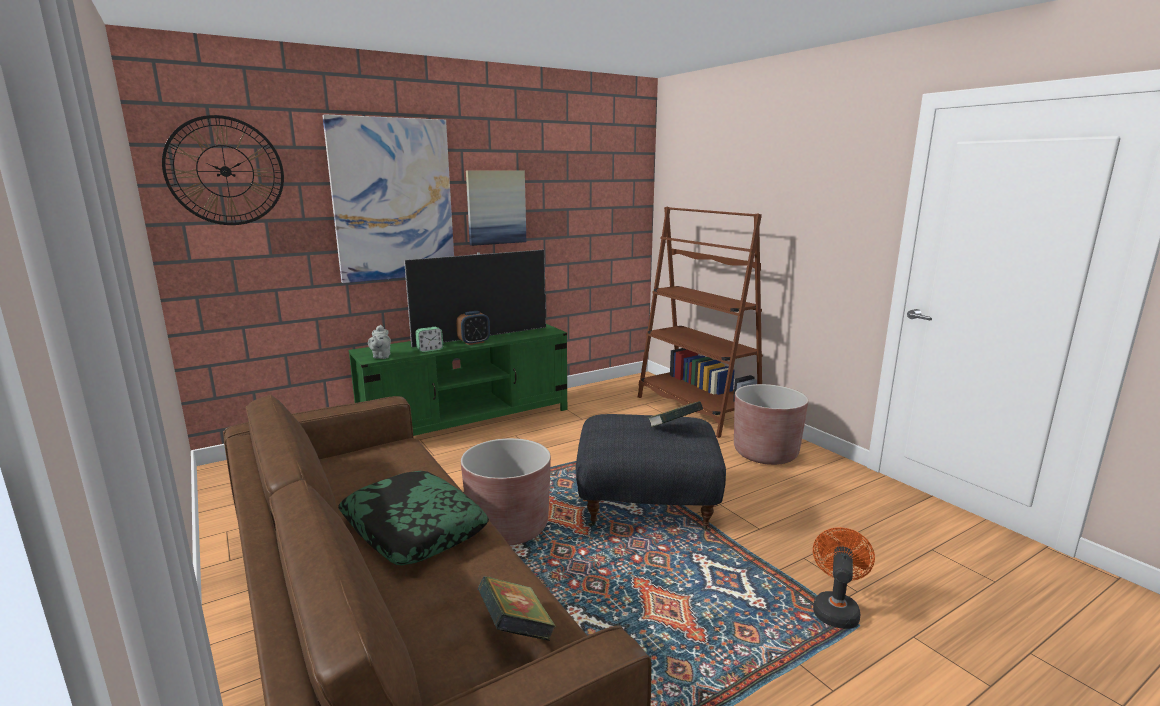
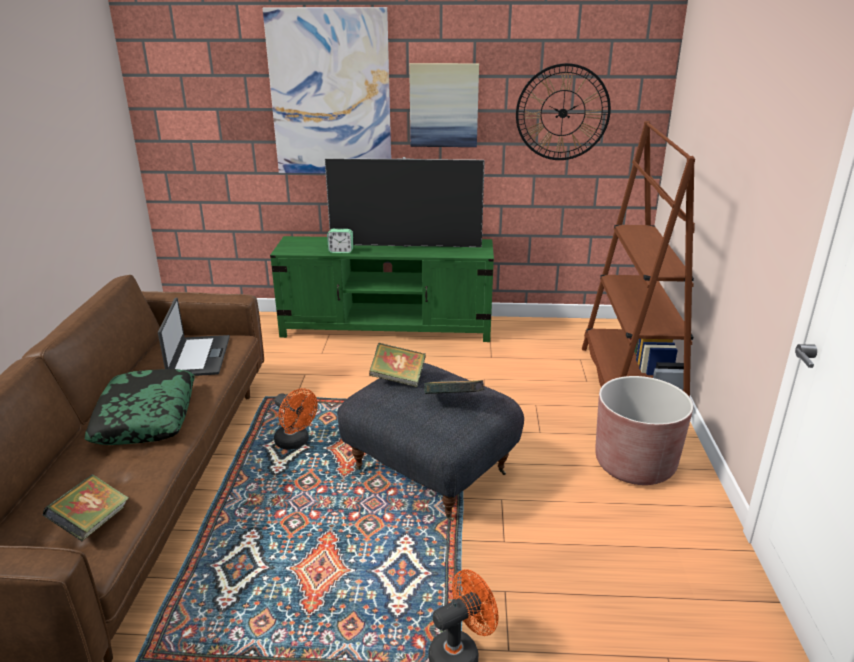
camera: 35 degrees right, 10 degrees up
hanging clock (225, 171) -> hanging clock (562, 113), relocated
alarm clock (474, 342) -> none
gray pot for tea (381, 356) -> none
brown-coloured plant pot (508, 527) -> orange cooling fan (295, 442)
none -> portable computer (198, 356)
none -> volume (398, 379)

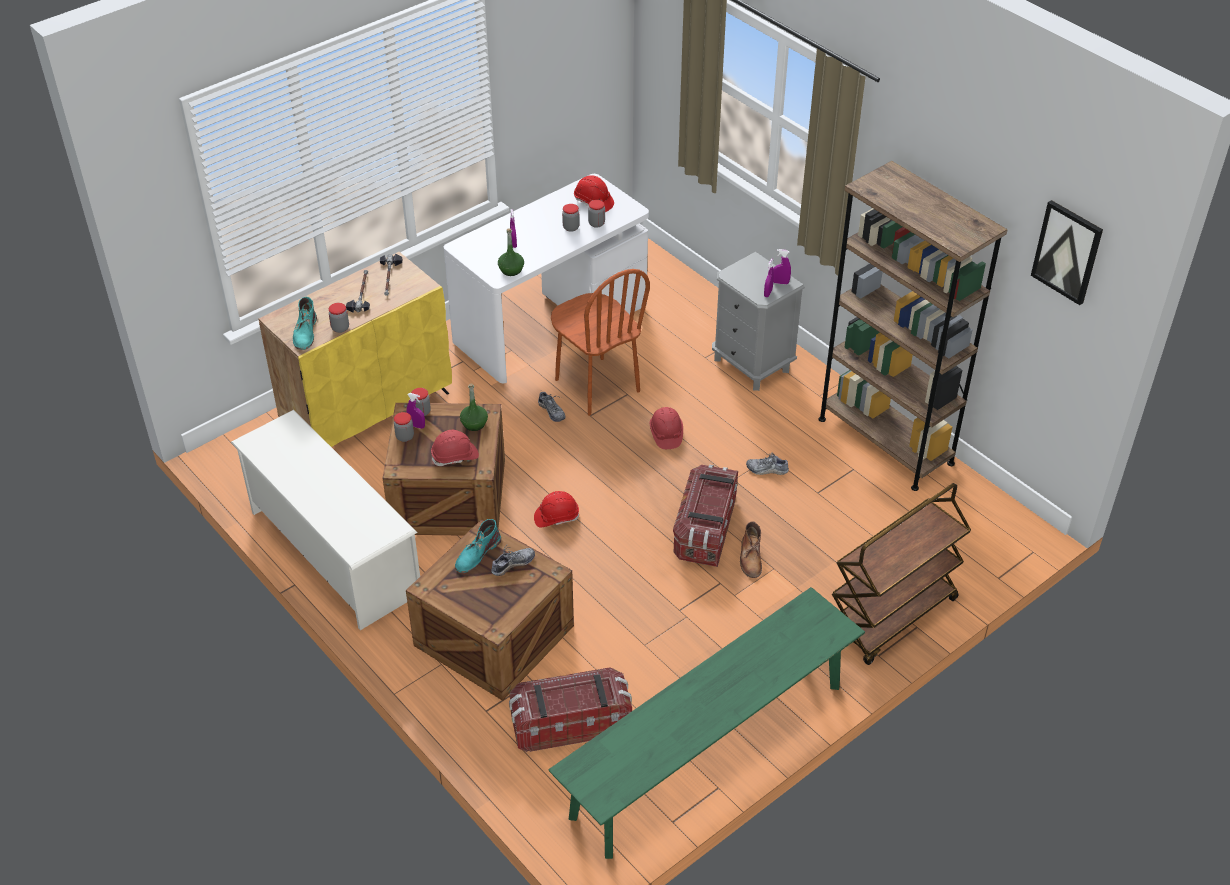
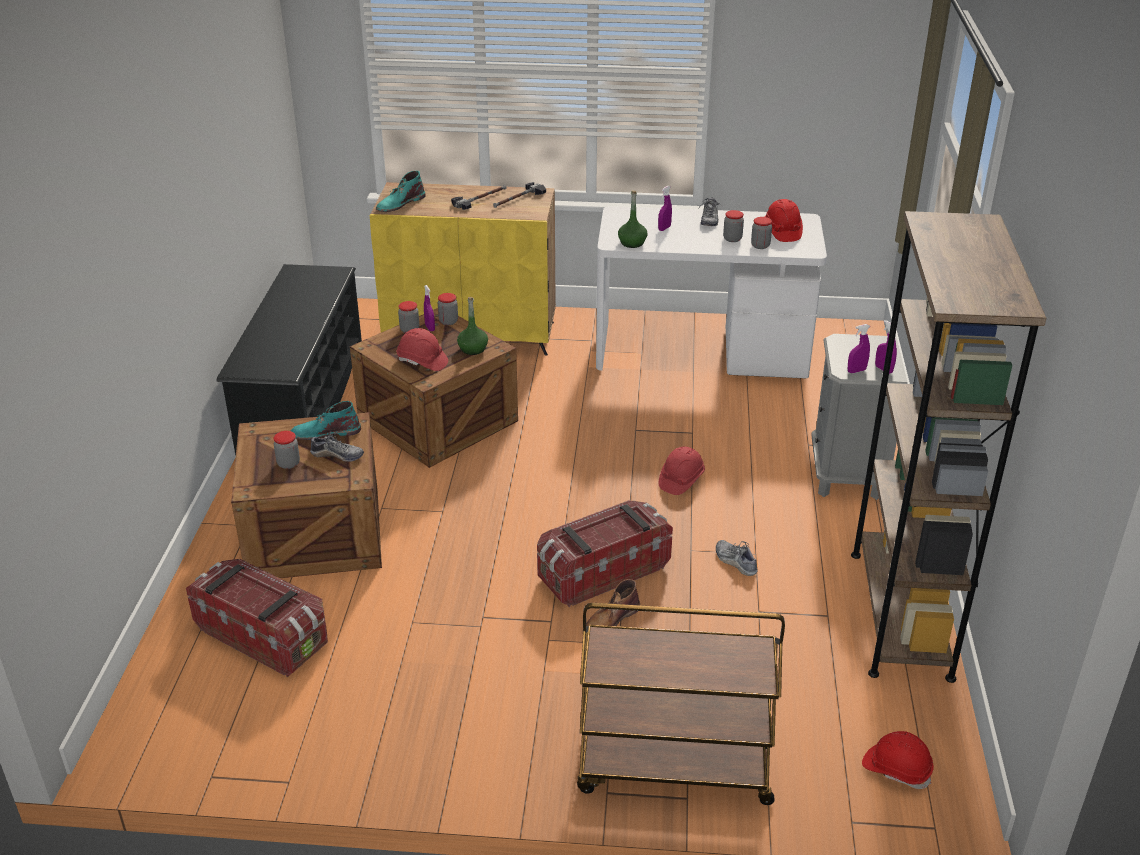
camera: 45 degrees right, 10 degrees down
wall picture (1067, 252) -> none
brown-coloured upright chair (596, 386) -> none
storage jar (340, 328) -> storage jar (288, 463), relocated
shoe (551, 411) -> shoe (709, 220), relocated
whitish shoe rack (333, 552) -> blackish shoe rack (303, 407)
reddish hard hat (556, 517) -> reddish hard hat (896, 769), relocated
green-coloured bench (709, 750) -> none

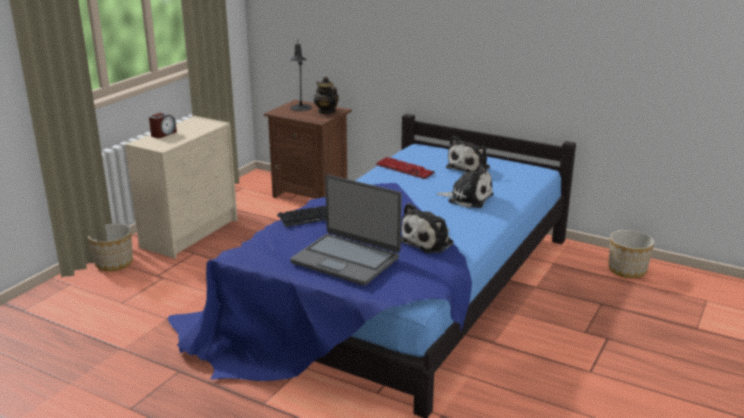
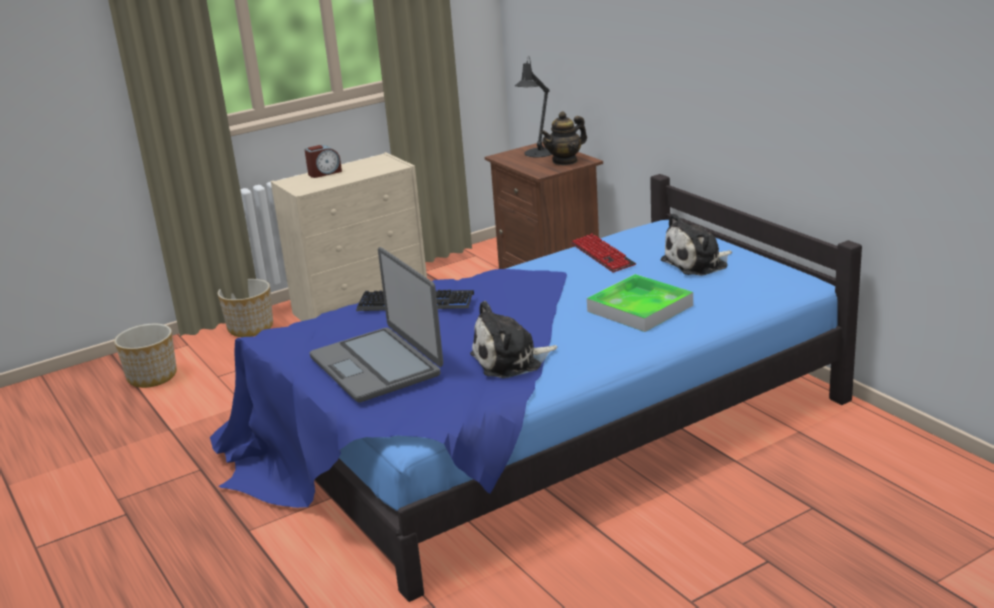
camera: 30 degrees right, 0 degrees up
pot for tea (326, 111) -> pot for tea (565, 161), 120 degrees counterclockwise
soft toy (467, 198) -> tray (640, 308)
plant pot (627, 270) -> plant pot (153, 377), relocated

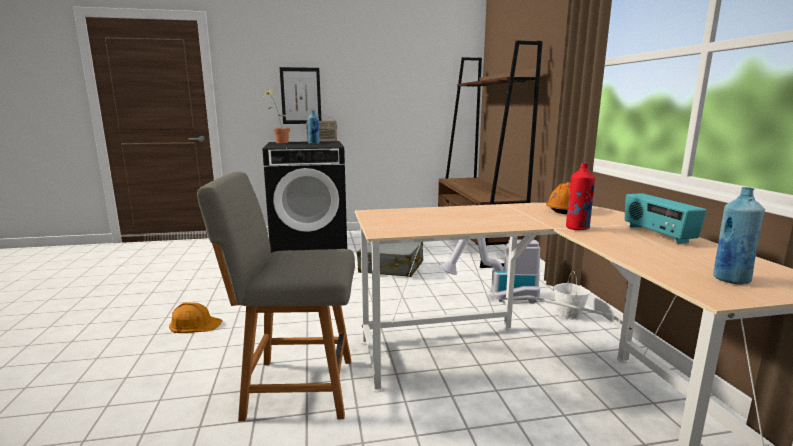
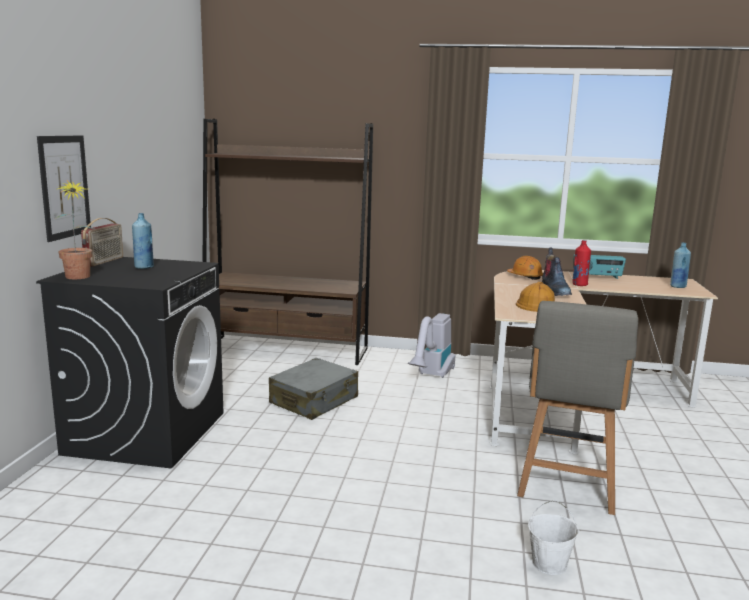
camera: 70 degrees left, 0 degrees up
whitish pail (569, 314) -> whitish pail (549, 564), relocated
orange hard hat (195, 324) -> orange hard hat (537, 305), relocated
none -> boot (554, 291)

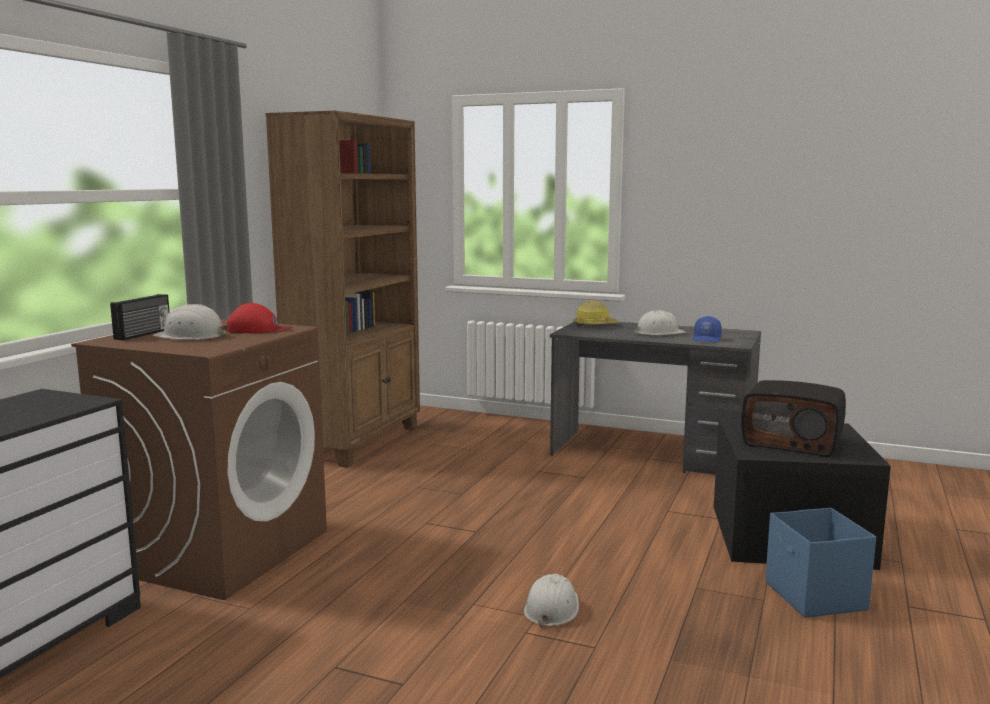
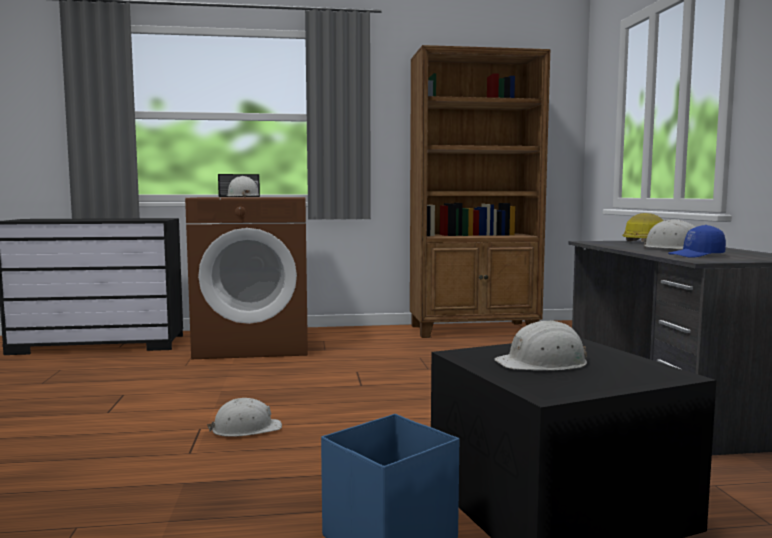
camera: 60 degrees right, 5 degrees down
reddish baseball cap (258, 329) -> none
radio (792, 443) -> whitish hard hat (543, 363)

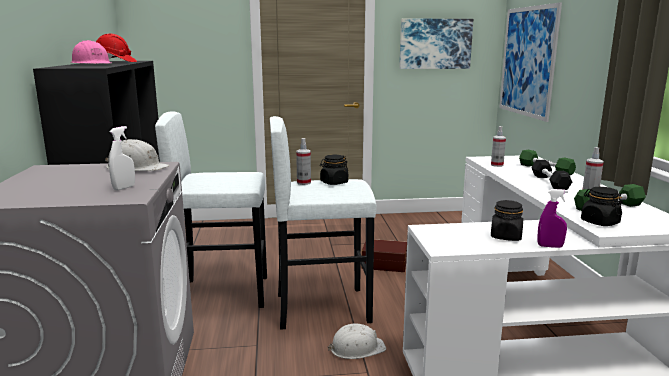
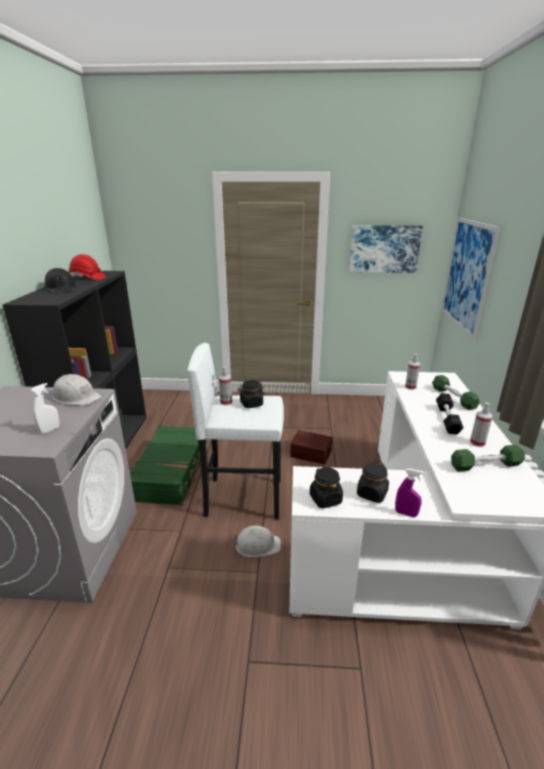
camera: 10 degrees right, 10 degrees up
pinkish hard hat (92, 64) -> blackish hard hat (61, 288)
whitish stool (224, 293) -> green-coloured suitcase (172, 472)
blackish storage jar (599, 222) -> blackish storage jar (325, 499), relocated

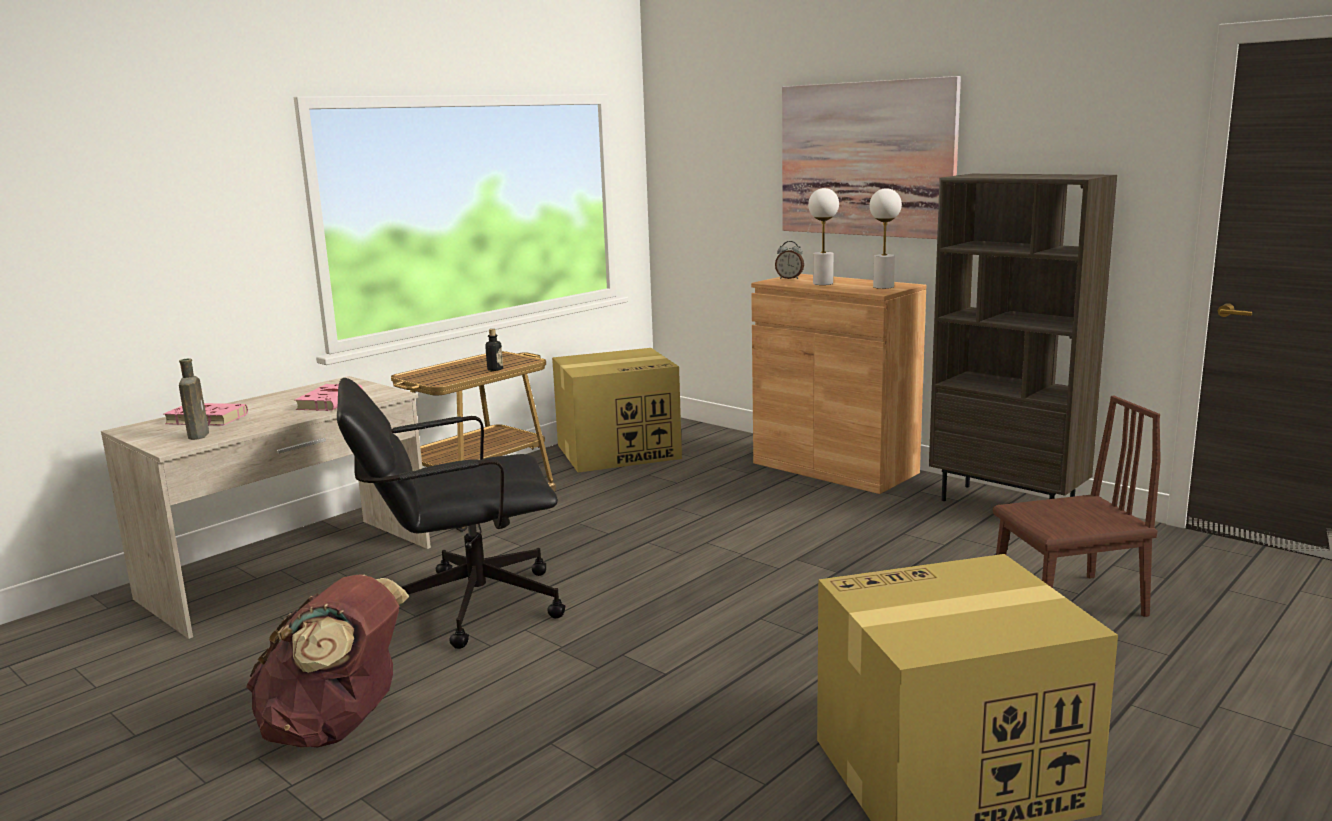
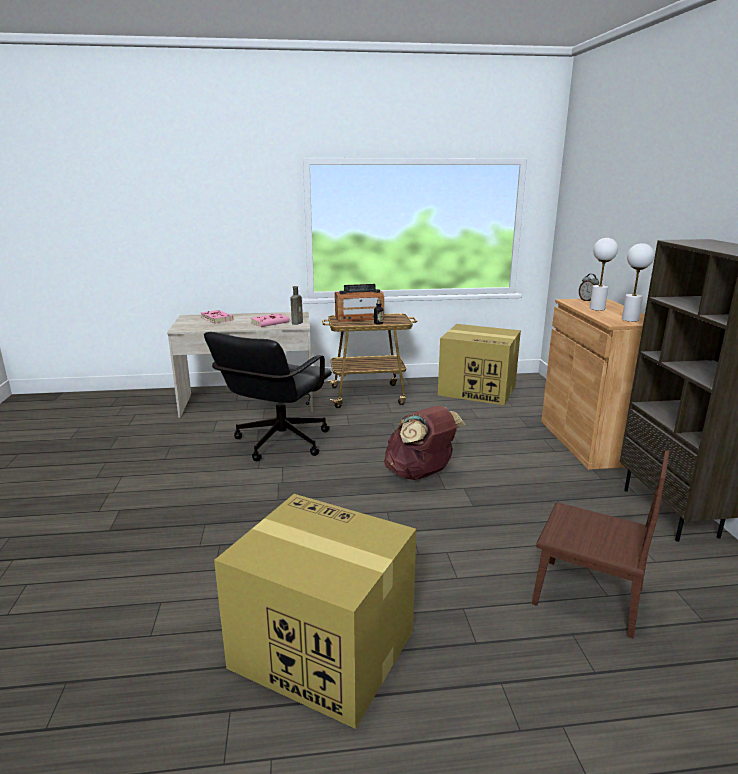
camera: 40 degrees right, 5 degrees up
wall picture (866, 159) -> none
brown-coloured drink bottle (198, 435) -> brown-coloured drink bottle (297, 322), relocated
blackish computer chair (460, 607) -> blackish computer chair (277, 445), 90 degrees counterclockwise
brown-coloured backpack (337, 728) -> brown-coloured backpack (420, 474), relocated
none -> radio (359, 317)

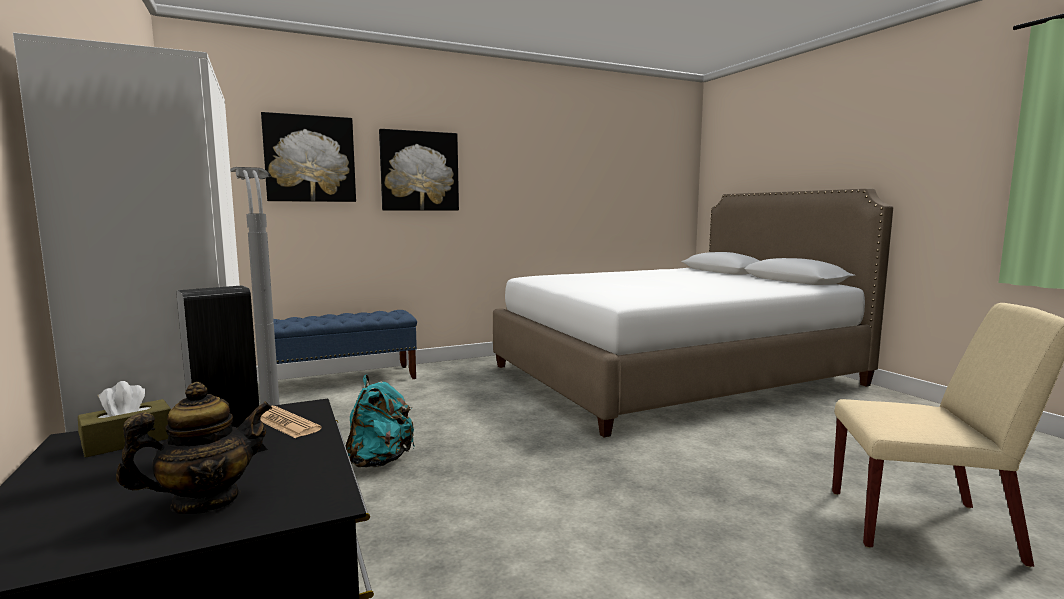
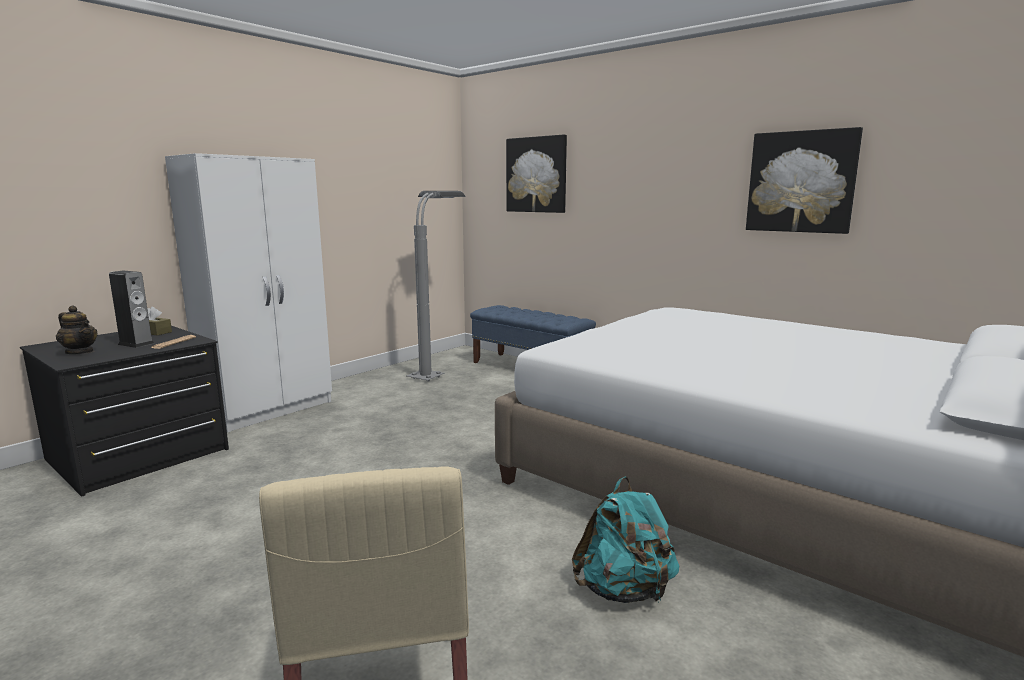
camera: 65 degrees right, 5 degrees up
wall picture (419, 171) -> wall picture (801, 182), relocated
blue-green backpack (379, 461) -> blue-green backpack (624, 591), relocated

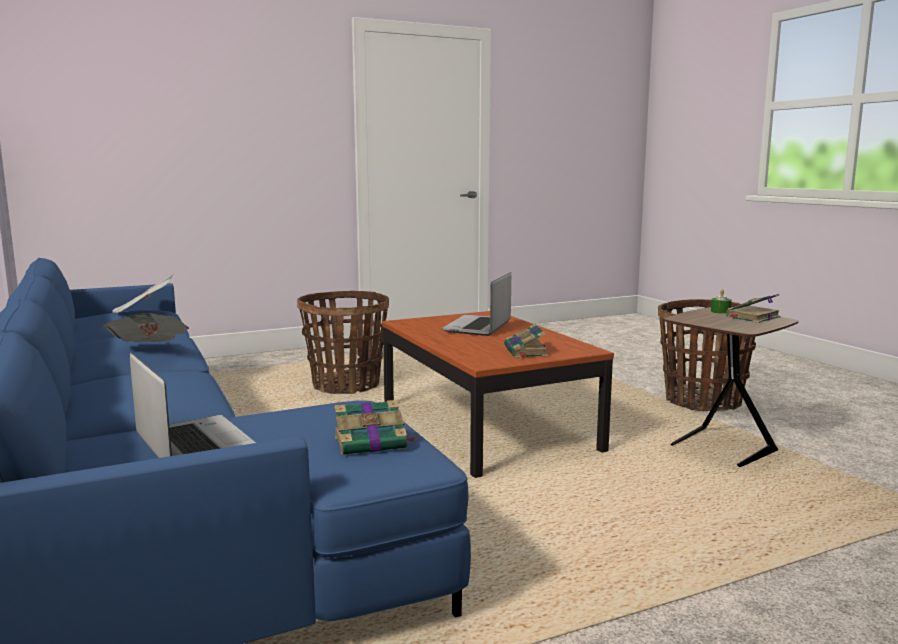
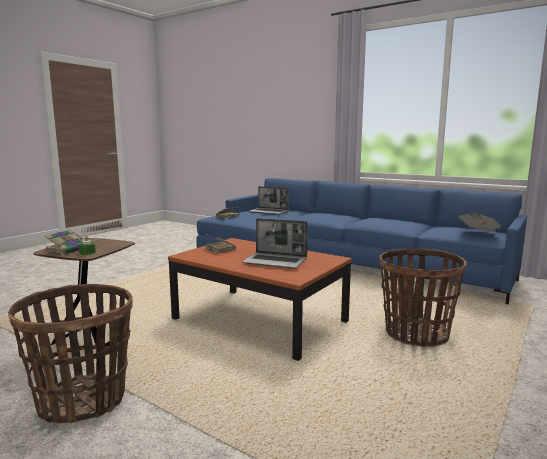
camera: 150 degrees right, 0 degrees up
portable computer (478, 327) -> portable computer (276, 262), 120 degrees clockwise
newspaper (150, 350) -> none

